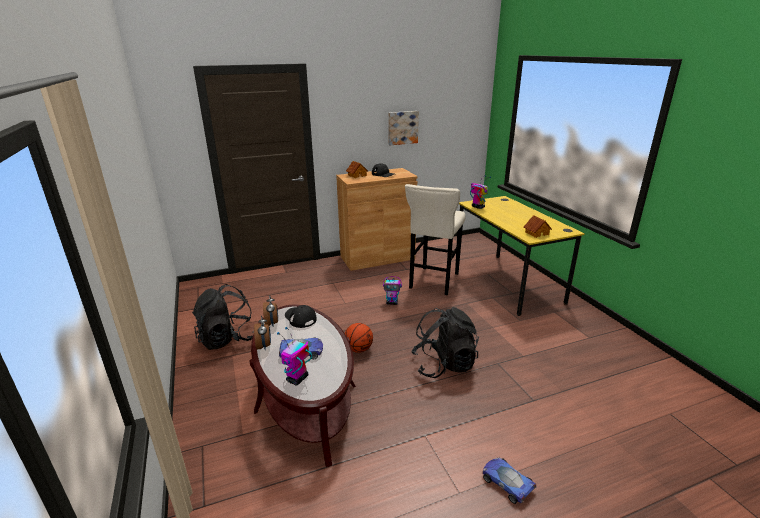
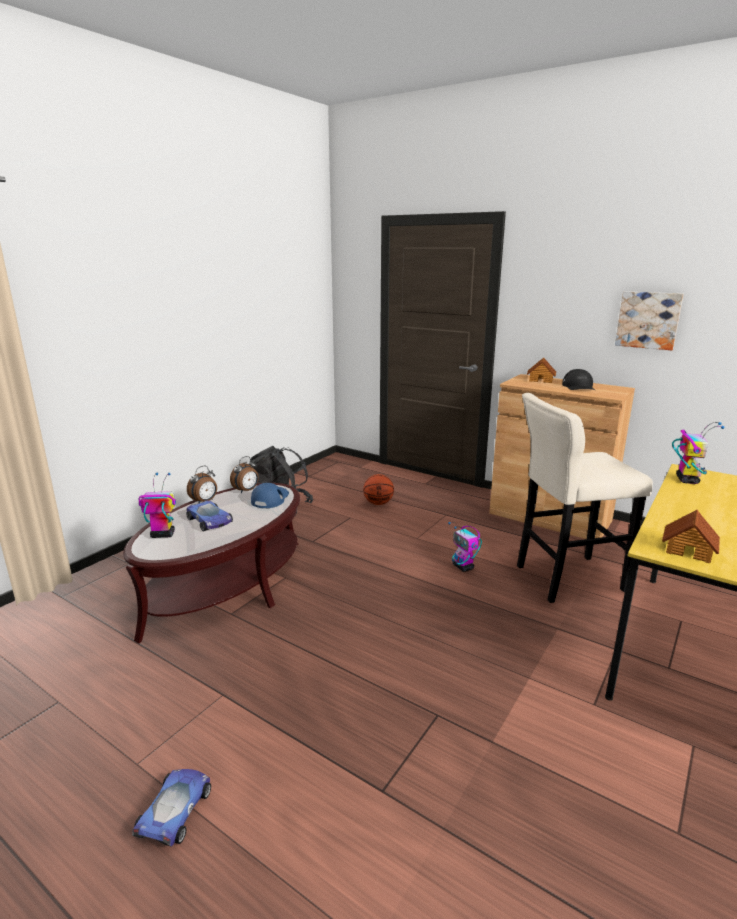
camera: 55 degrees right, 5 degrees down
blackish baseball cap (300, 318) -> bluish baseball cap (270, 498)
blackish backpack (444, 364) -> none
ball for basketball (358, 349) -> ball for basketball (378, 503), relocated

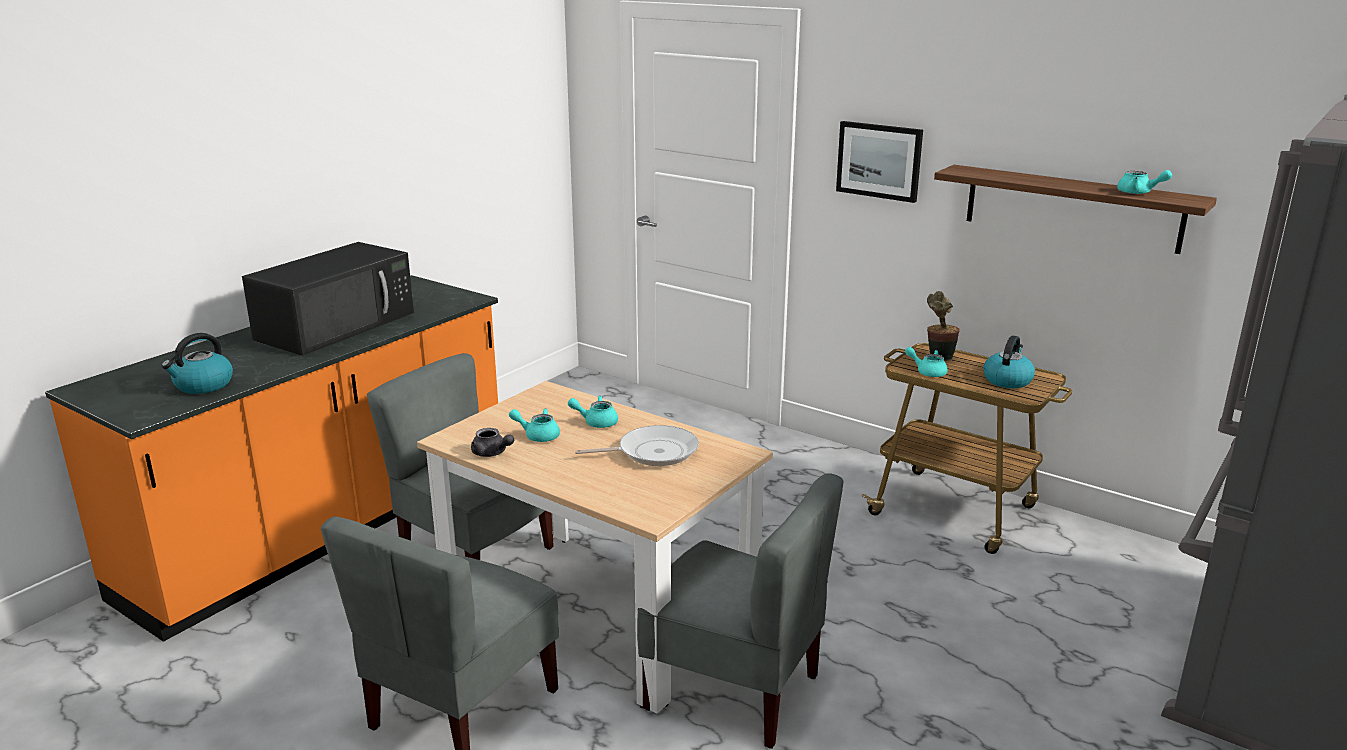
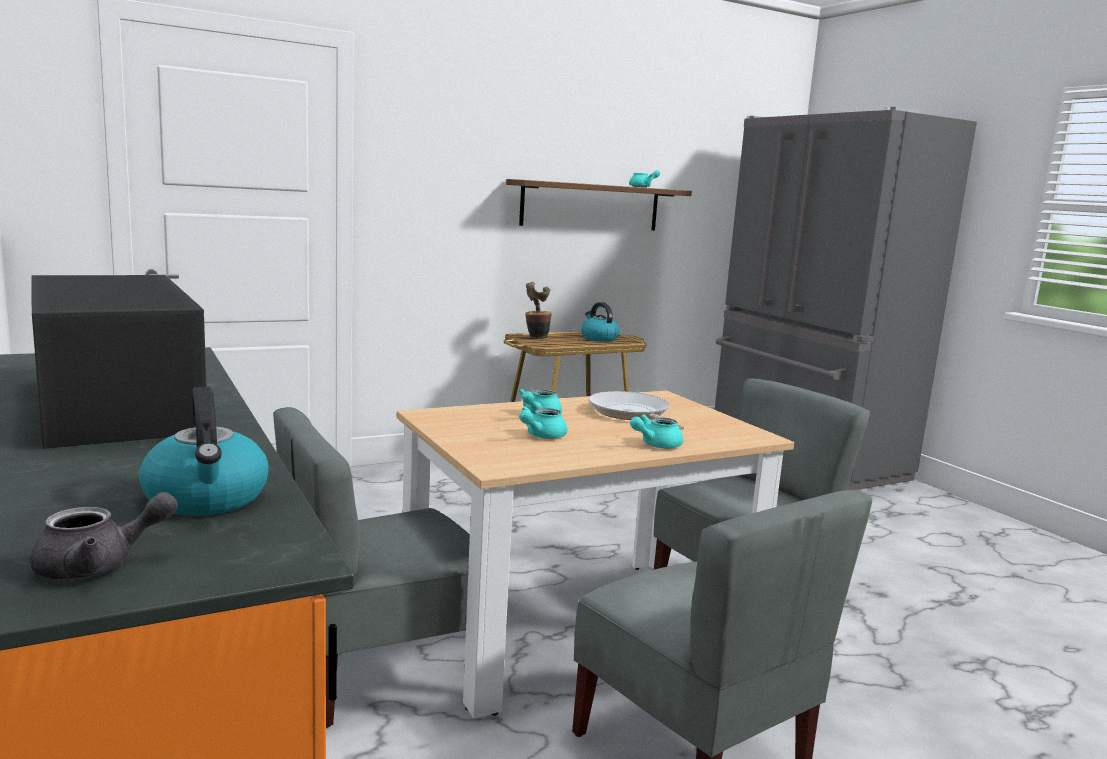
camera: 65 degrees left, 10 degrees down
wall picture (879, 160) -> none
blue-green pot for tea (927, 372) -> blue-green pot for tea (655, 445), relocated
skillet (653, 452) -> skillet (631, 413), 45 degrees counterclockwise
gray pot for tea (492, 453) -> gray pot for tea (99, 565), relocated

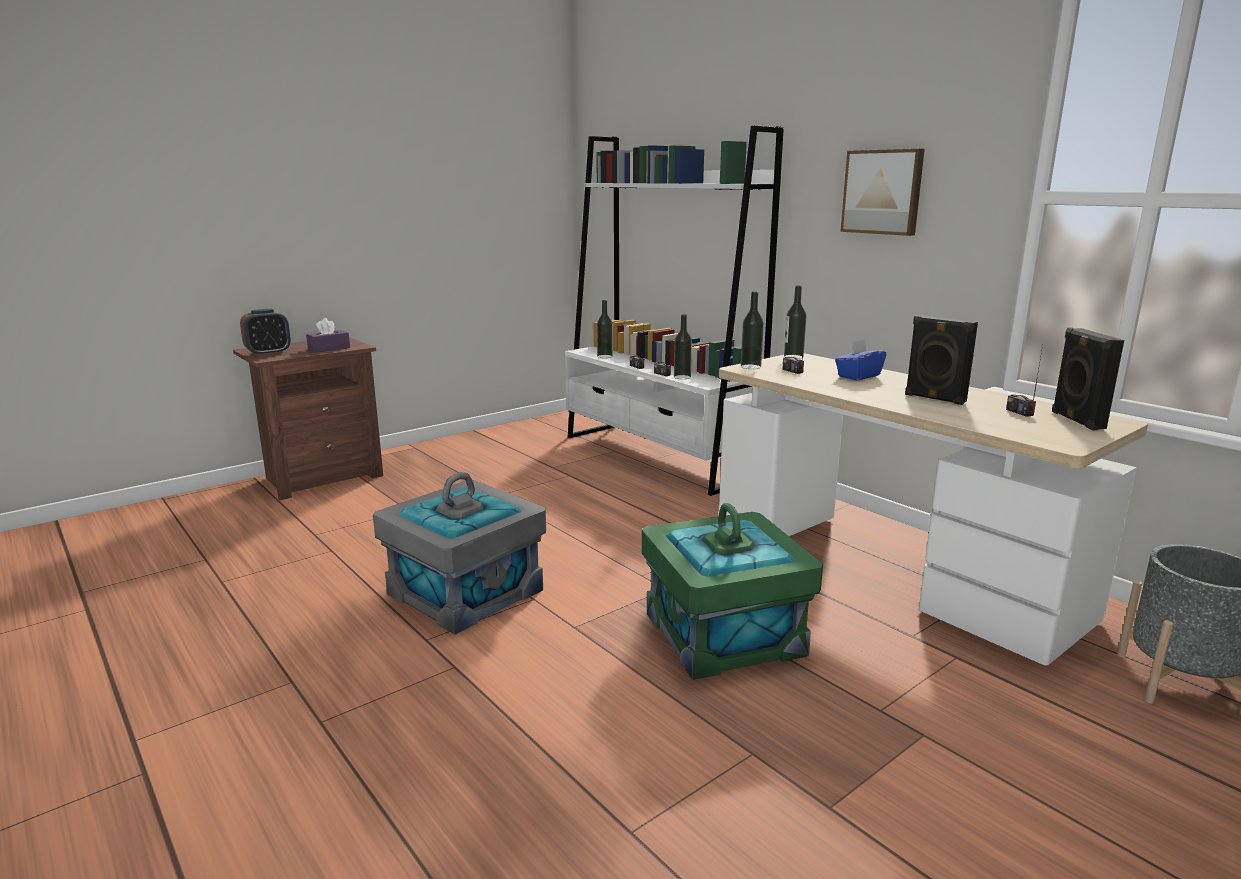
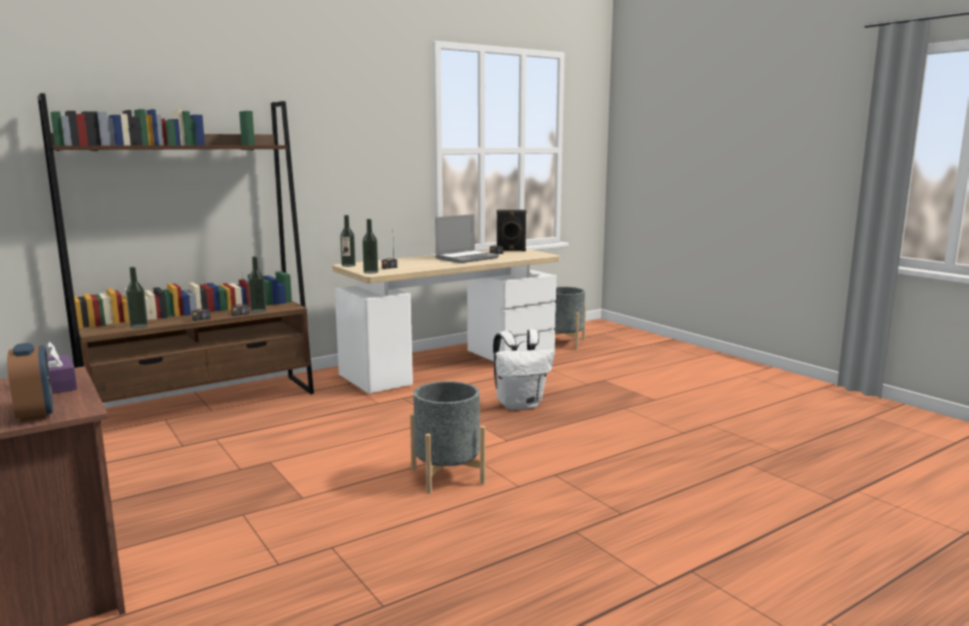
camera: 85 degrees left, 5 degrees down
whitish bookshelf (658, 456) -> brown-coloured bookshelf (203, 404)
wall picture (883, 192) -> none
blackish speaker (934, 398) -> portable computer (467, 258)
bluish tissue holder (858, 376) -> none
gray storage box (465, 592) -> gray plant pot (447, 476)
green-coloured storage box (725, 634) -> whitish backpack (520, 405)

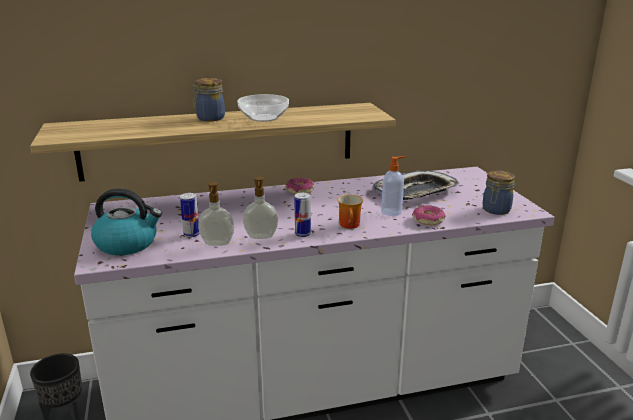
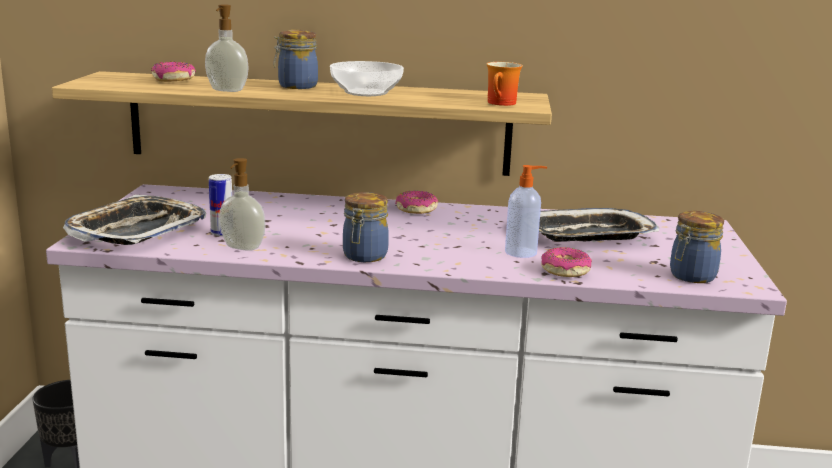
camera: 20 degrees right, 5 degrees down
soap dispenser (261, 237) -> soap dispenser (226, 90), relocated
water kettle (128, 244) -> tray (137, 230)
metal can (302, 234) -> storage jar (364, 256)
coffee mug (351, 225) -> coffee mug (503, 103), relocated
none -> ring doughnut (174, 79)

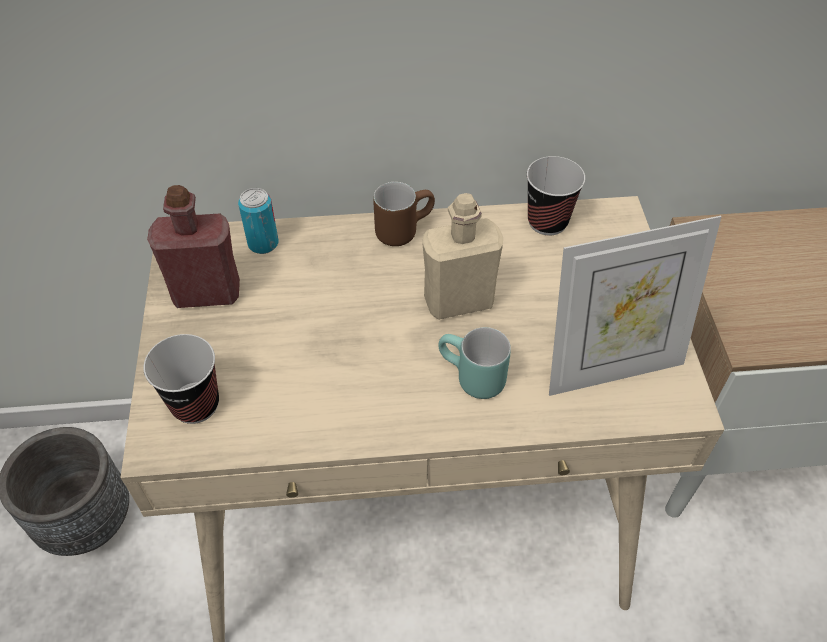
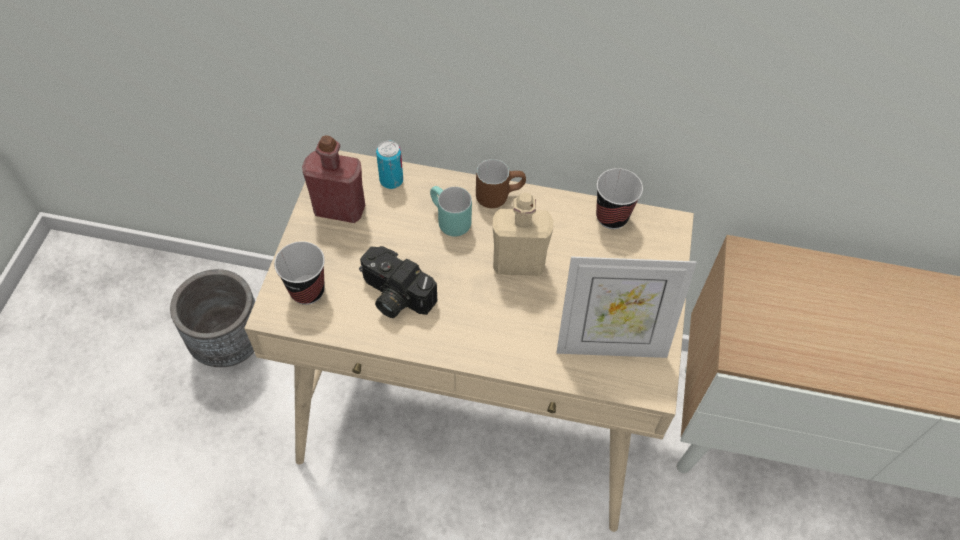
camera: 15 degrees right, 5 degrees up
blue-green coffee mug (470, 379) -> blue-green coffee mug (447, 221), relocated
none -> still camera (394, 296)

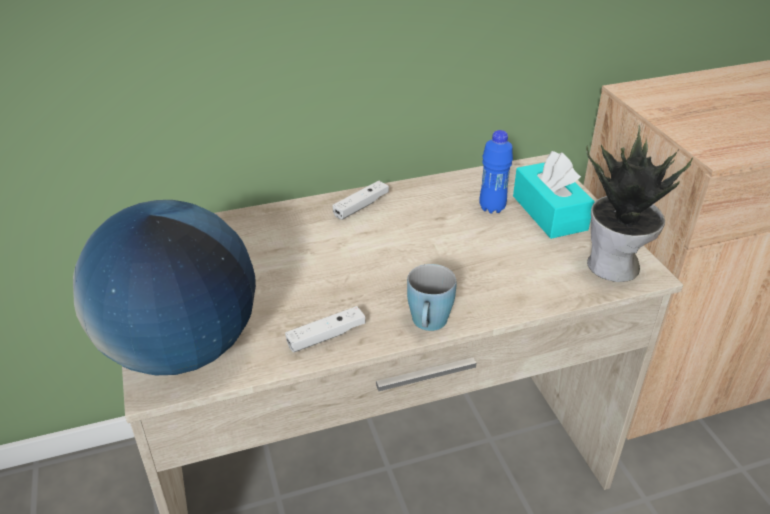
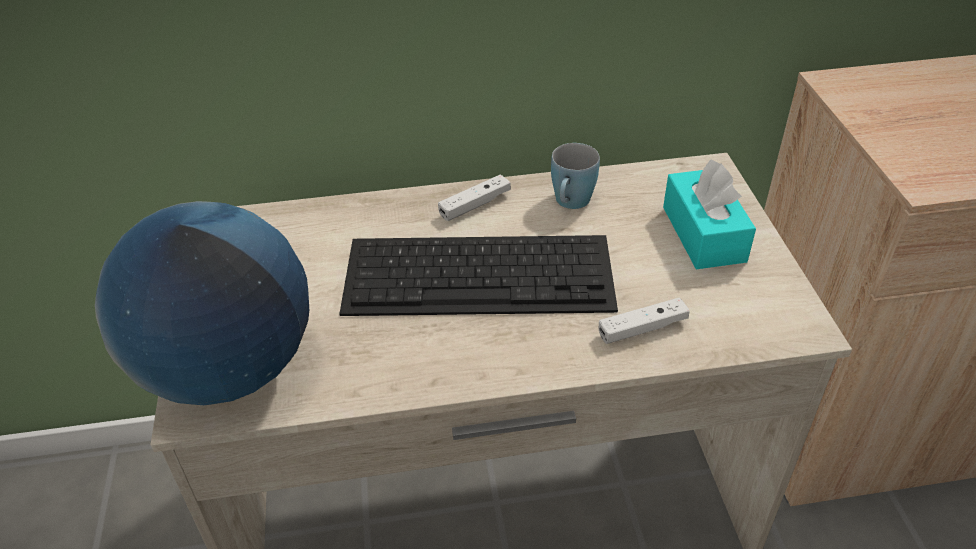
camera: 10 degrees right, 5 degrees up
potted plant (615, 267) -> none
bluish drink bottle (492, 208) -> none
bluish coffee mug (428, 325) -> bluish coffee mug (570, 203), relocated
whitish joypad (326, 336) -> whitish joypad (642, 328), relocated
none -> PC keyboard (481, 274)

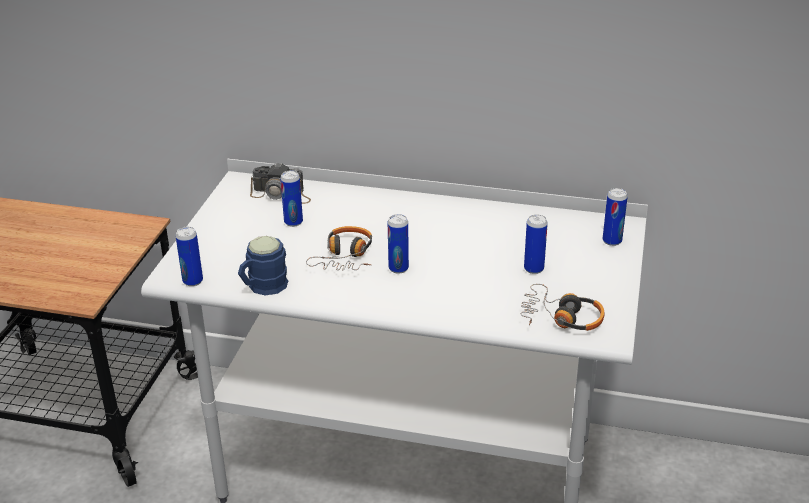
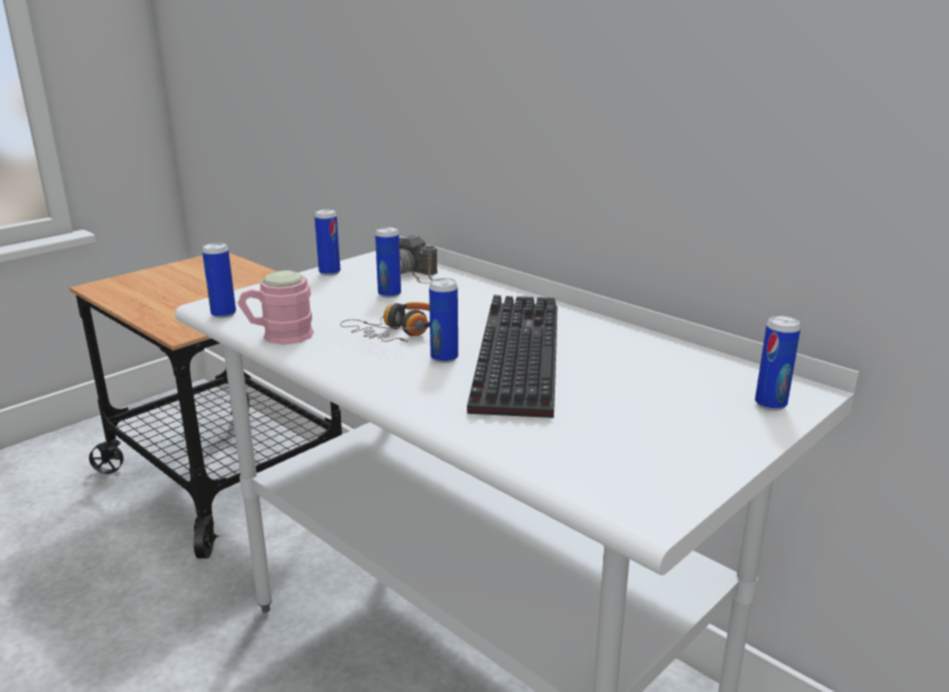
camera: 30 degrees right, 10 degrees down
metal can (533, 269) -> metal can (329, 272), relocated
bluish coffee mug (262, 287) -> pinkish coffee mug (278, 336)
headphones (561, 318) -> none
none -> PC keyboard (513, 355)

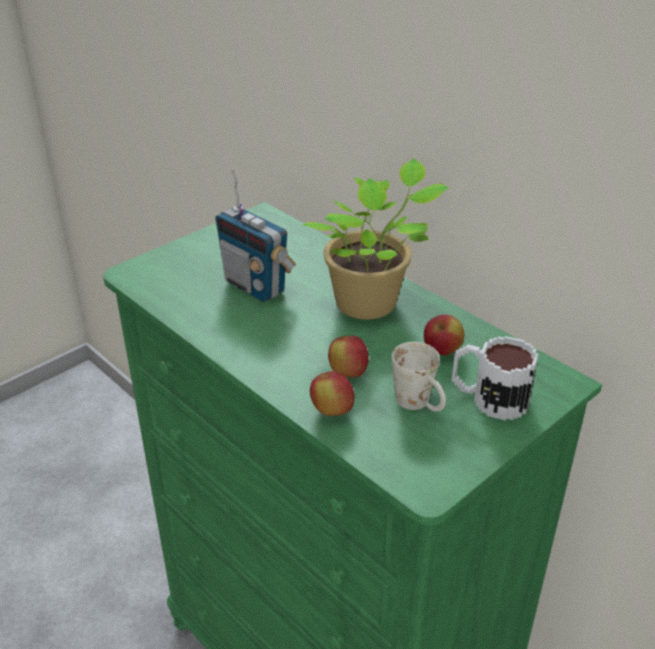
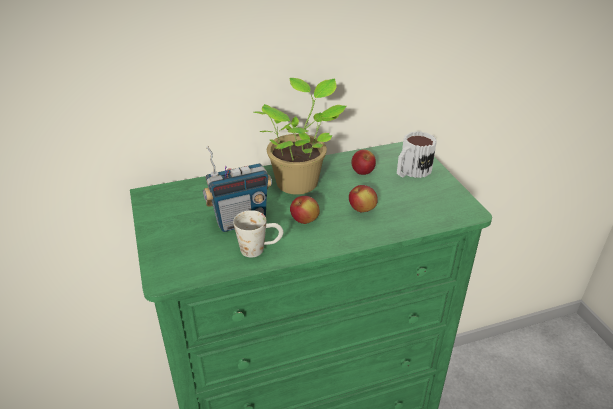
camera: 65 degrees left, 0 degrees up
whitish coffee mug (420, 405) -> whitish coffee mug (260, 248), relocated
whole apple (332, 411) -> whole apple (304, 221), relocated

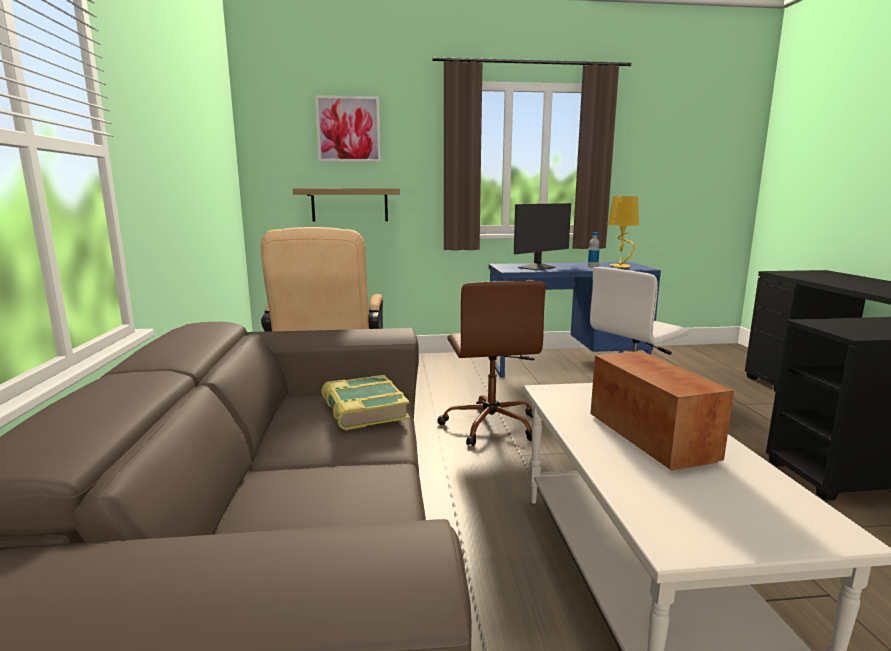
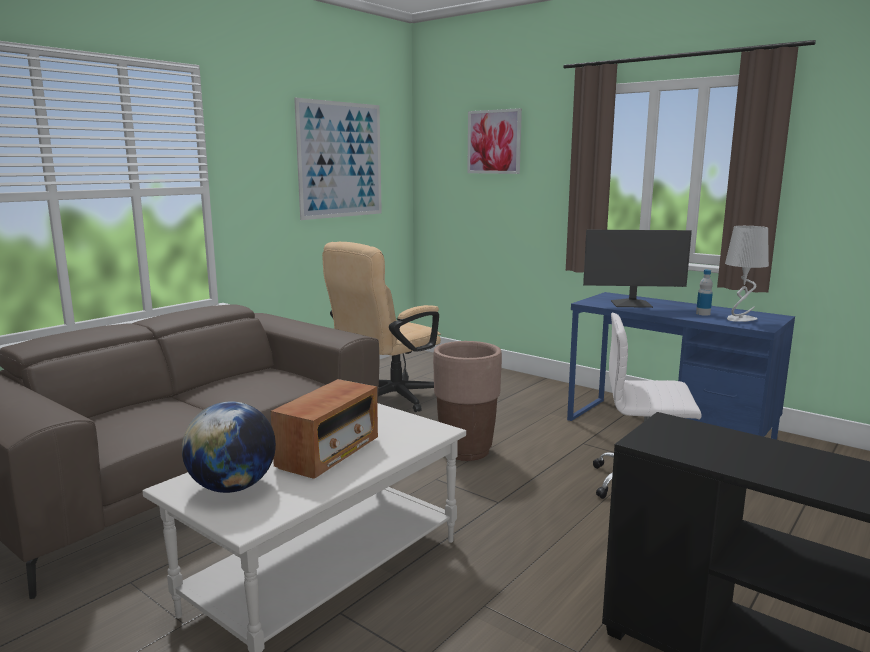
camera: 45 degrees right, 0 degrees up
wall shelf (349, 205) -> none
yellow tabletop lamp (621, 266) -> gray tabletop lamp (740, 320)
brown-coloured computer chair (491, 425) -> brown-coloured plant pot (466, 451)
volume (363, 409) -> none
none -> wall picture (340, 160)
none -> globe (232, 487)

